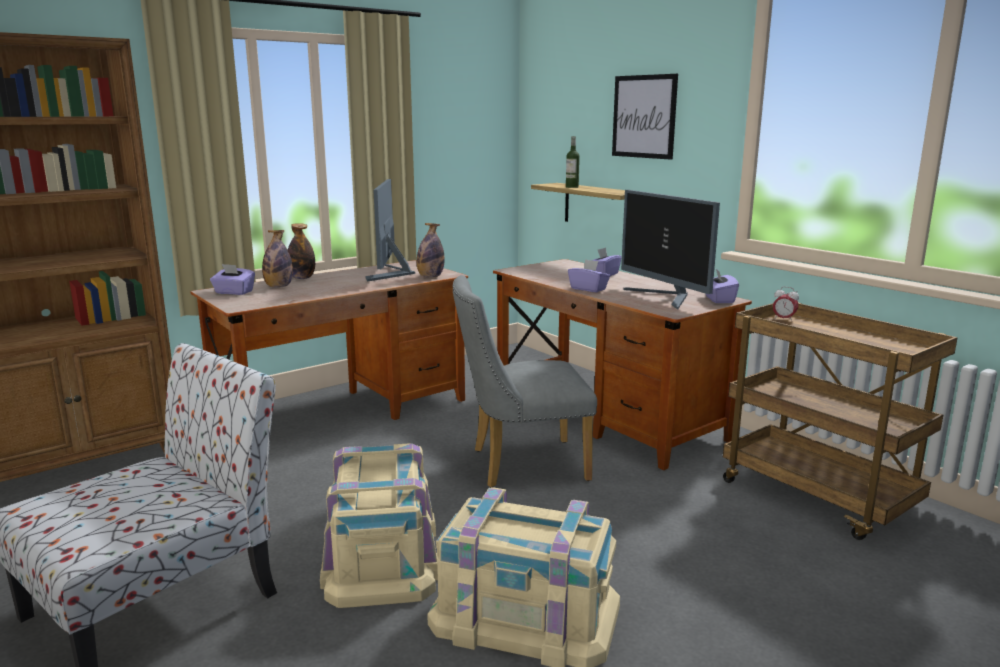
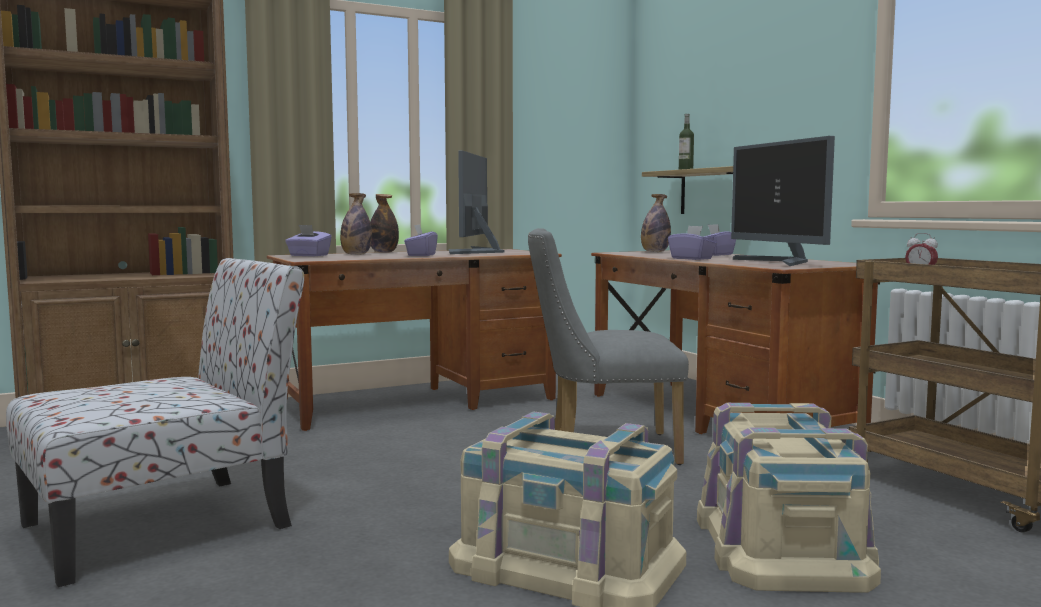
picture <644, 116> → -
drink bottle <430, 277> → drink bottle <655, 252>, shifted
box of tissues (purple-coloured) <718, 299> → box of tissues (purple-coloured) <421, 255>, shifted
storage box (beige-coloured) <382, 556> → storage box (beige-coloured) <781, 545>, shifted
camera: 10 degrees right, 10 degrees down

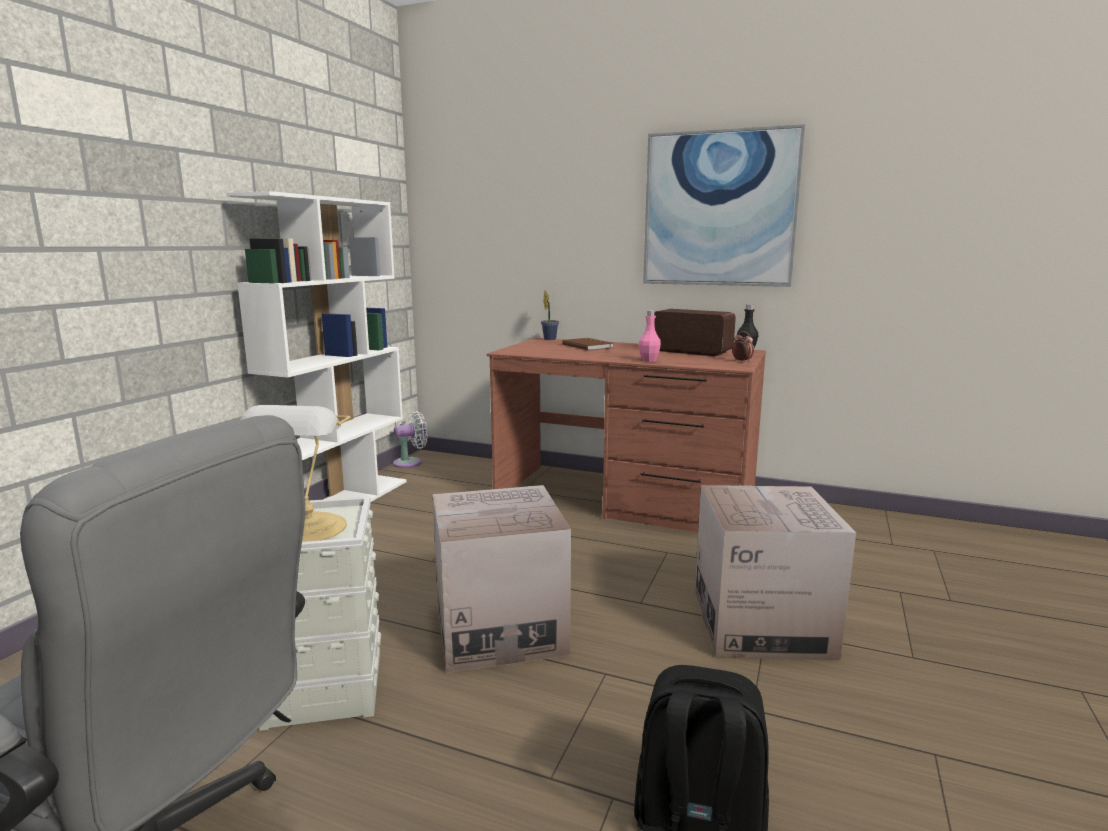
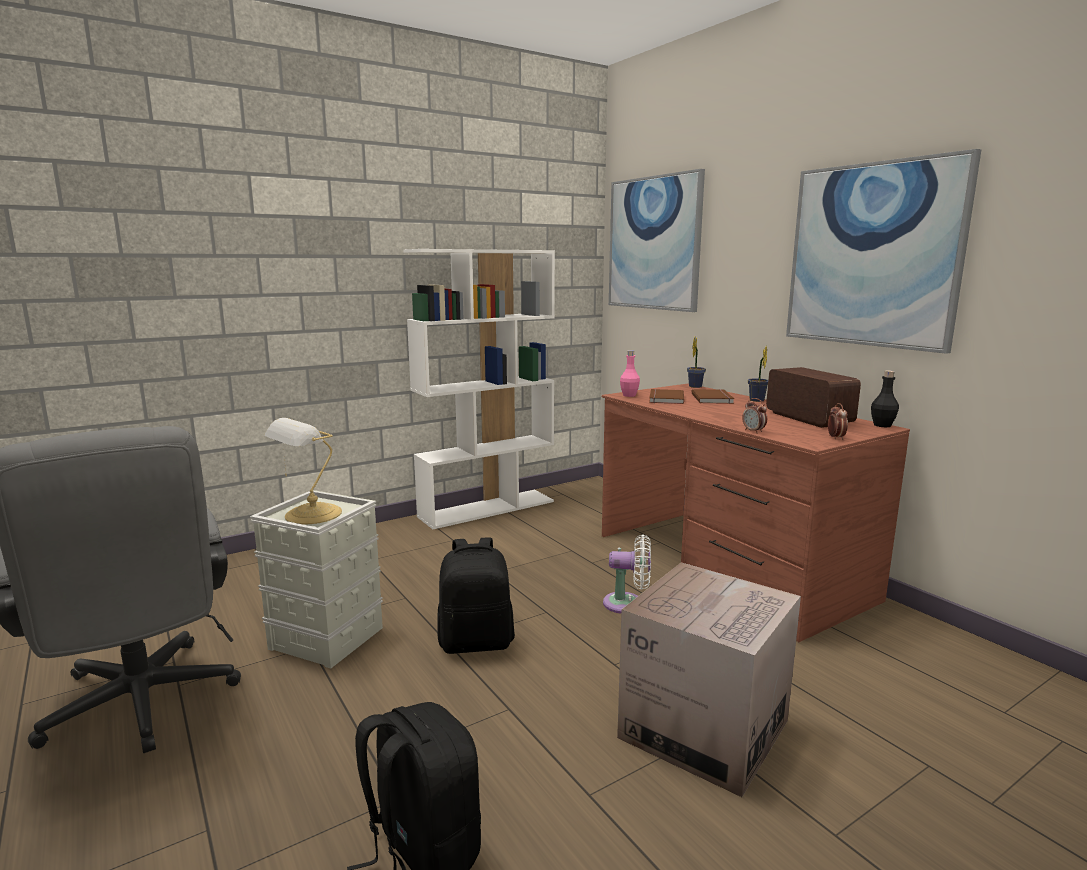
drink bottle (pinkish) <649, 360> → drink bottle (pinkish) <629, 395>, shifted
fan (white) <410, 462> → fan (white) <627, 604>, shifted
carton <500, 629> → rucksack (black-coloured) <476, 642>
- → picture <654, 243>
- → plant in a pot <757, 400>
- → book (brown-coloured) <665, 399>
- → alarm clock <753, 431>
camera: 35 degrees right, 0 degrees up

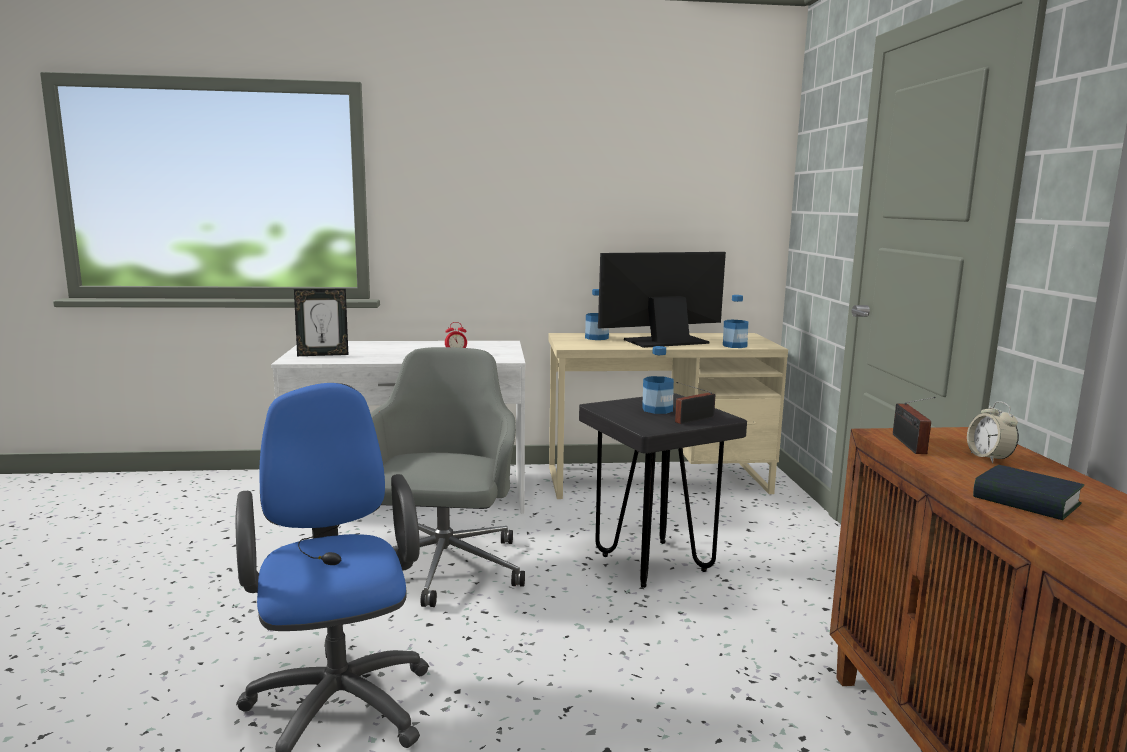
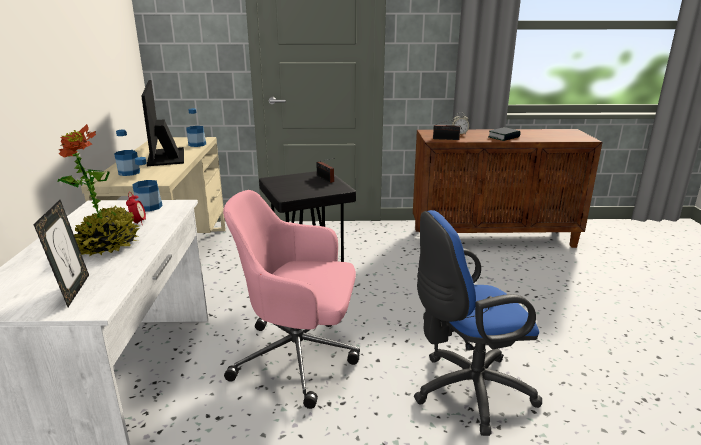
drink bottle <657, 409> → drink bottle <149, 207>, shifted
desk chair (gray) <442, 570> → desk chair (pinkish) <299, 358>
- → plant in a pot <107, 245>
camera: 85 degrees left, 10 degrees up

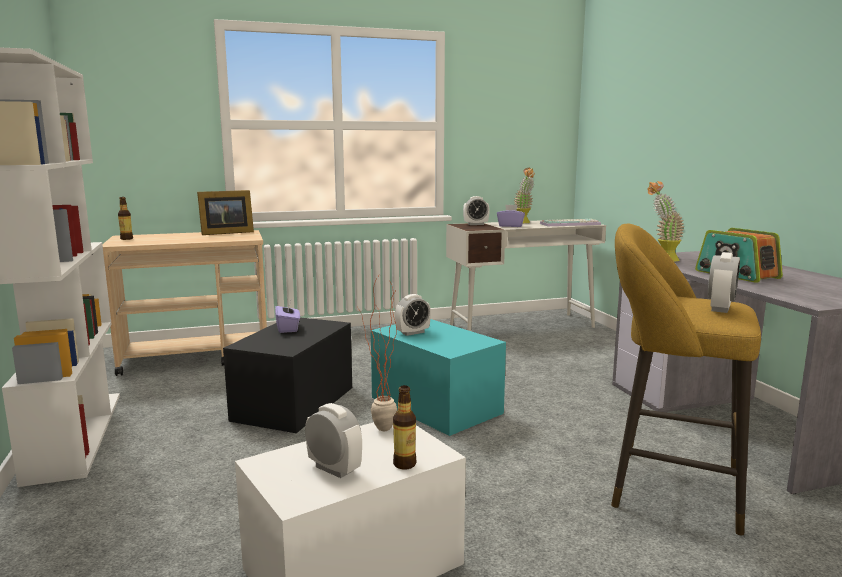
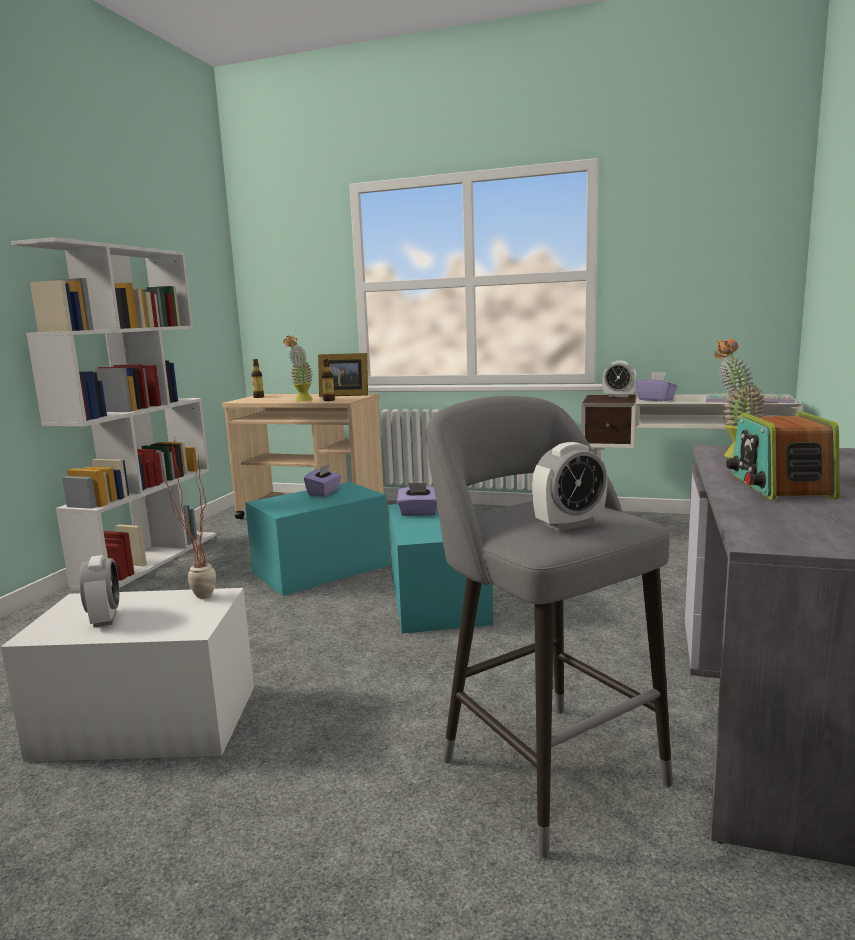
plant in a pot <524, 223> → plant in a pot <301, 400>, shifted
stool (yellow) <666, 487> → stool (gray) <544, 764>
alarm clock <412, 332> → box of tissues (purple-coloured) <419, 513>
storage box (black-coloured) <294, 403> → storage box (blue-green) <322, 568>
drink bottle <404, 464> → drink bottle <329, 400>, shifted
camera: 35 degrees right, 0 degrees up

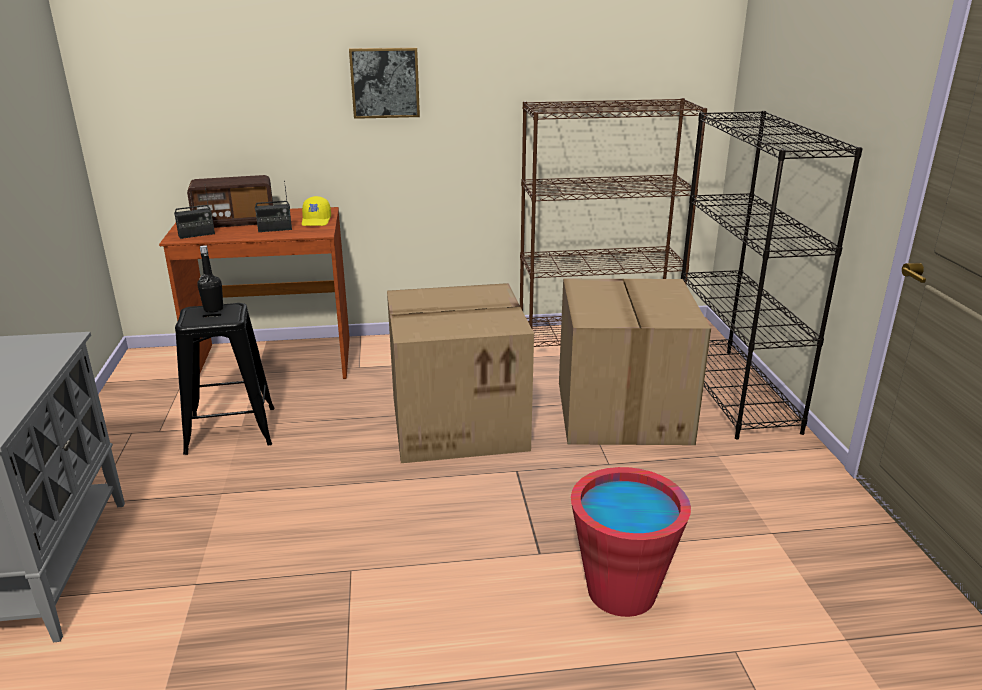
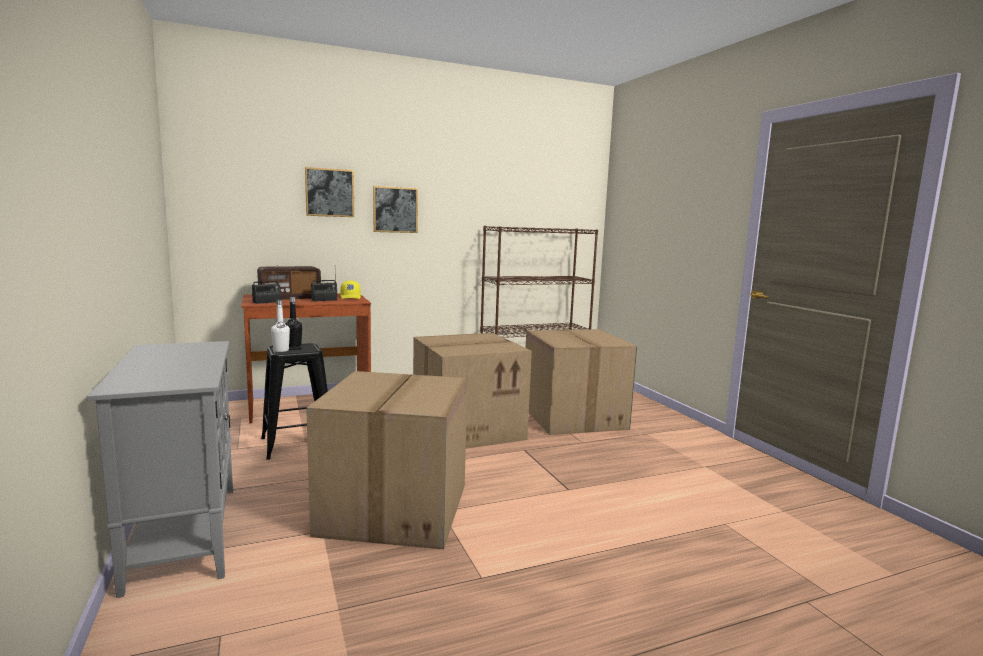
bookshelf (black-coloured) <733, 391> → -
bucket (red) <621, 591> → -
- → picture <329, 192>
- → drink bottle (white) <281, 350>
- → carton <396, 510>
camera: 15 degrees left, 15 degrees down

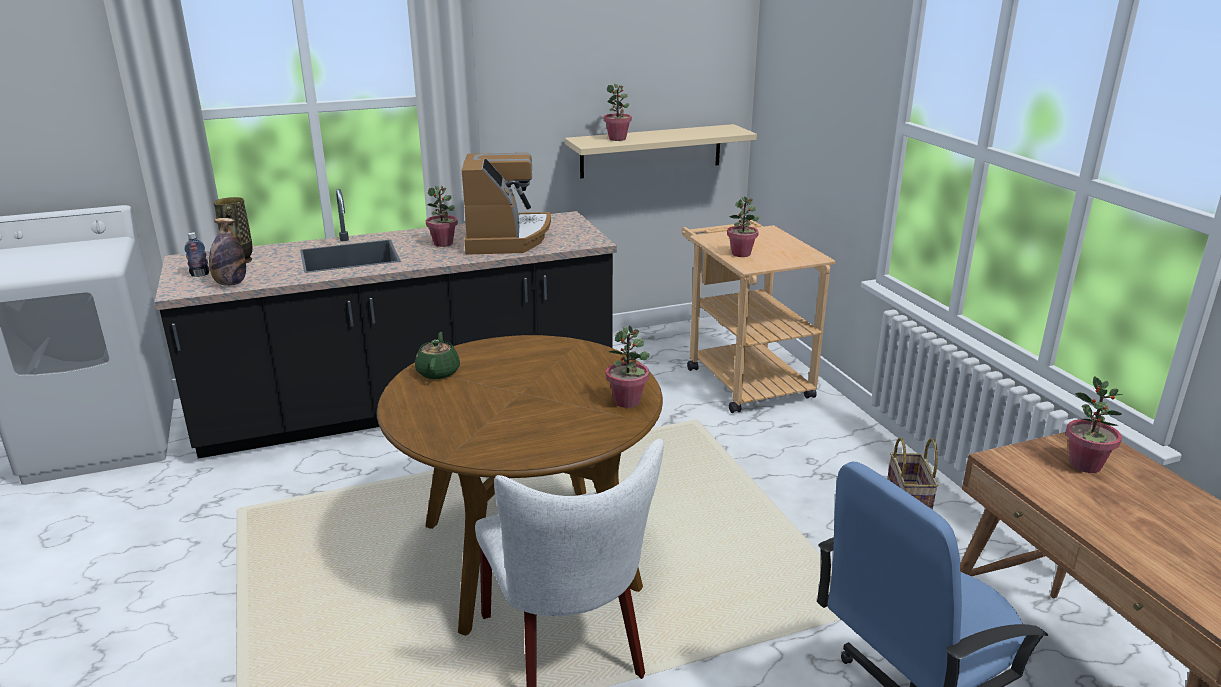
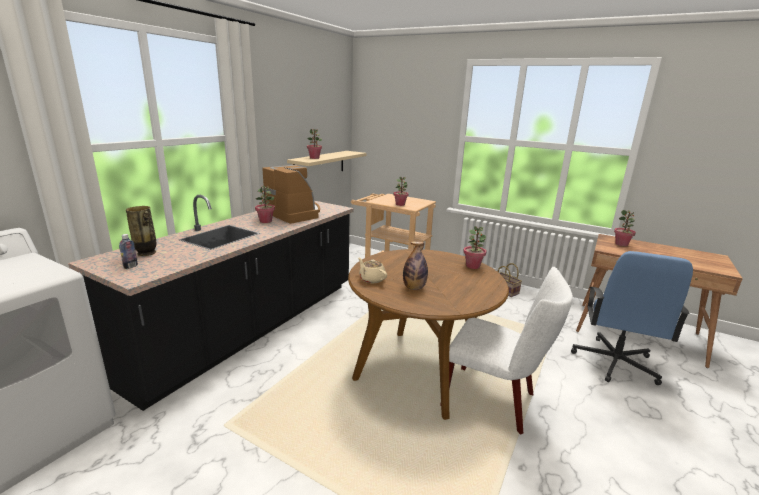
drink bottle <230, 283> → drink bottle <414, 288>, shifted
tea pot (green) <438, 372> → tea pot (beige-coloured) <371, 279>
camera: 40 degrees left, 5 degrees down

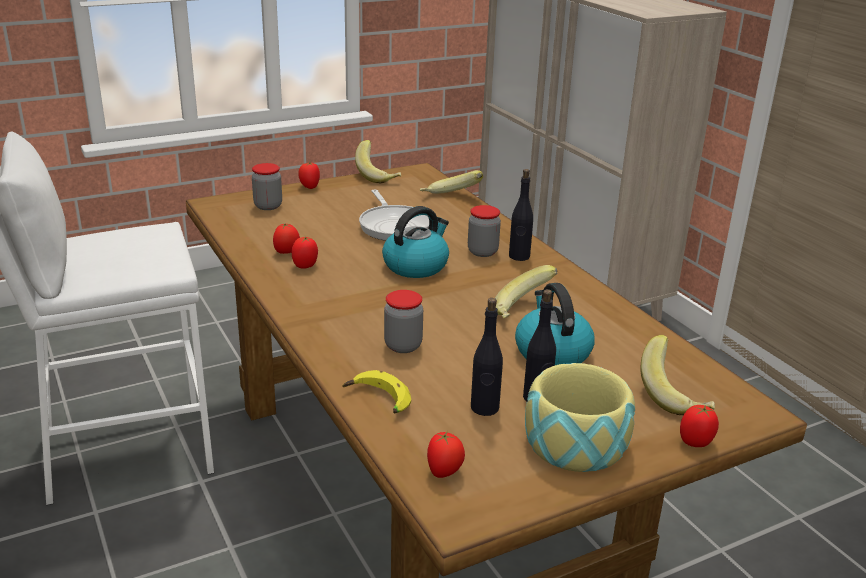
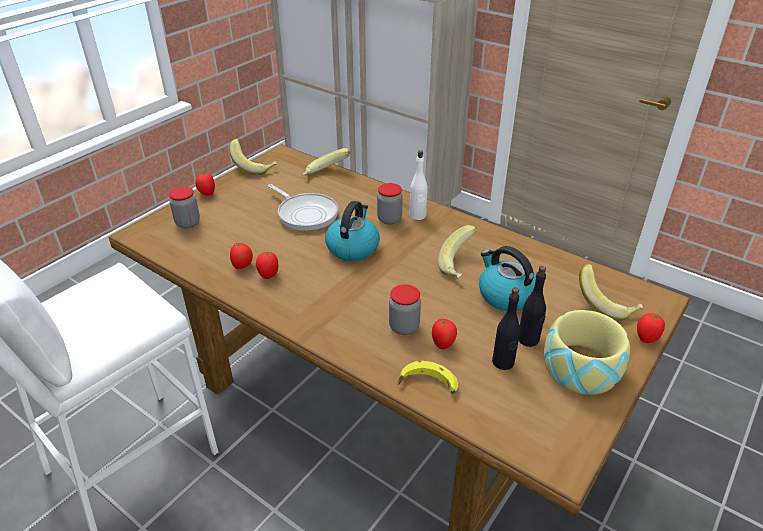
drink bottle (black-coloured) <519, 256> → drink bottle (white) <417, 216>
whole tomato <444, 472> → whole tomato <443, 344>, shifted
camera: 25 degrees left, 10 degrees up

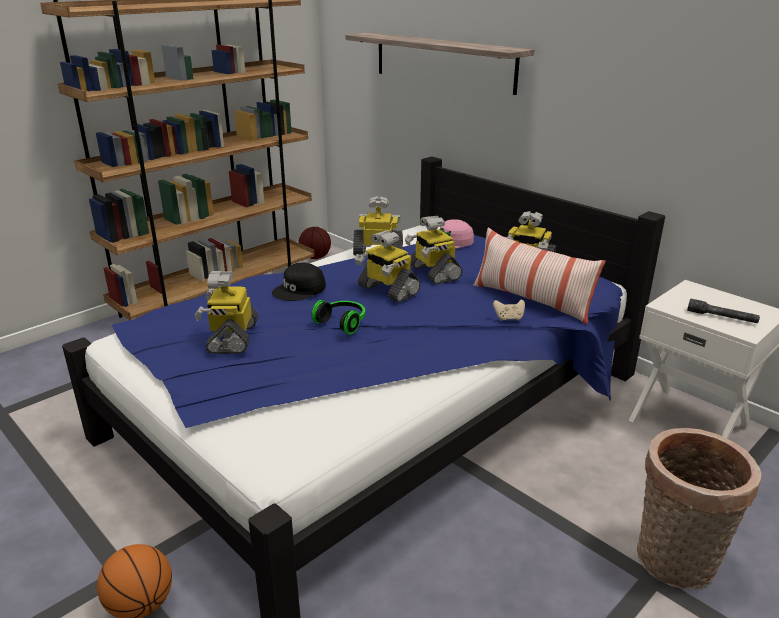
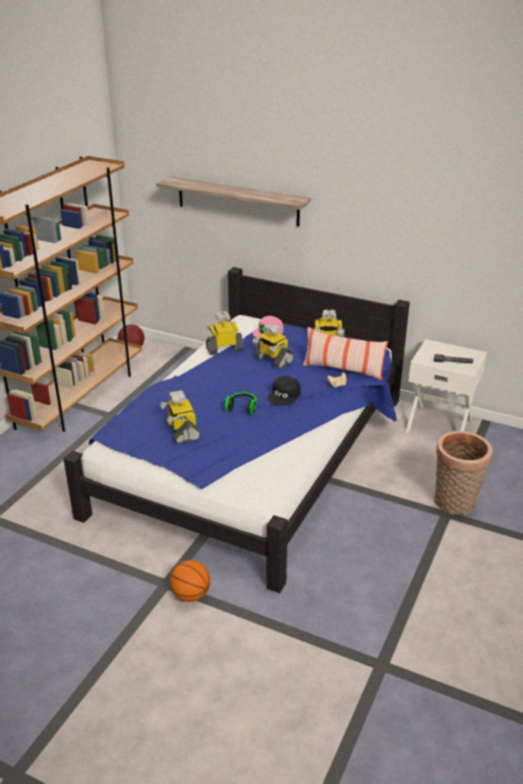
toy robot <387, 290> → -
cap (black-coloured) <300, 290> → cap (black-coloured) <285, 395>, shifted
camera: 20 degrees left, 5 degrees up

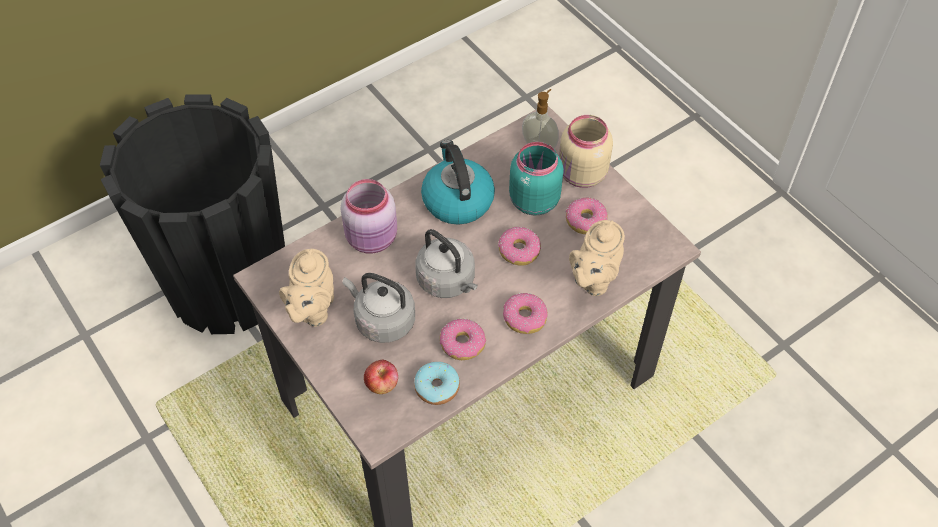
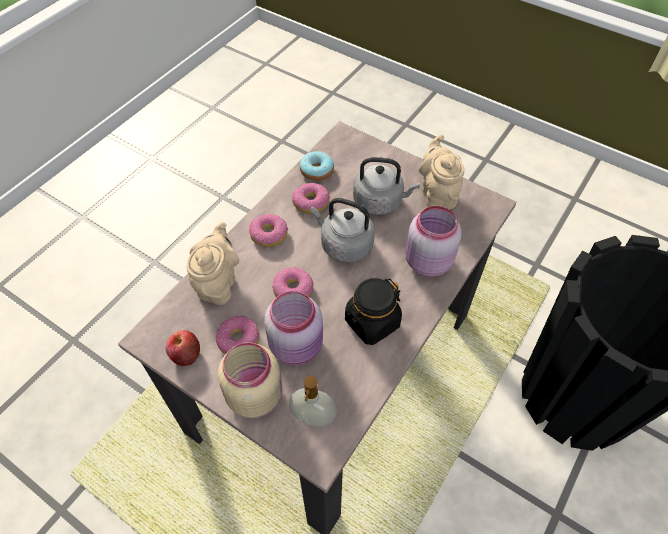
tea kettle <457, 200> → storage jar (black-coloured) <372, 322>
storage jar (blue-green) <532, 201> → storage jar (pinkish) <298, 345>
apple <382, 384> → apple <185, 354>, shifted
camera: 160 degrees right, 0 degrees up

